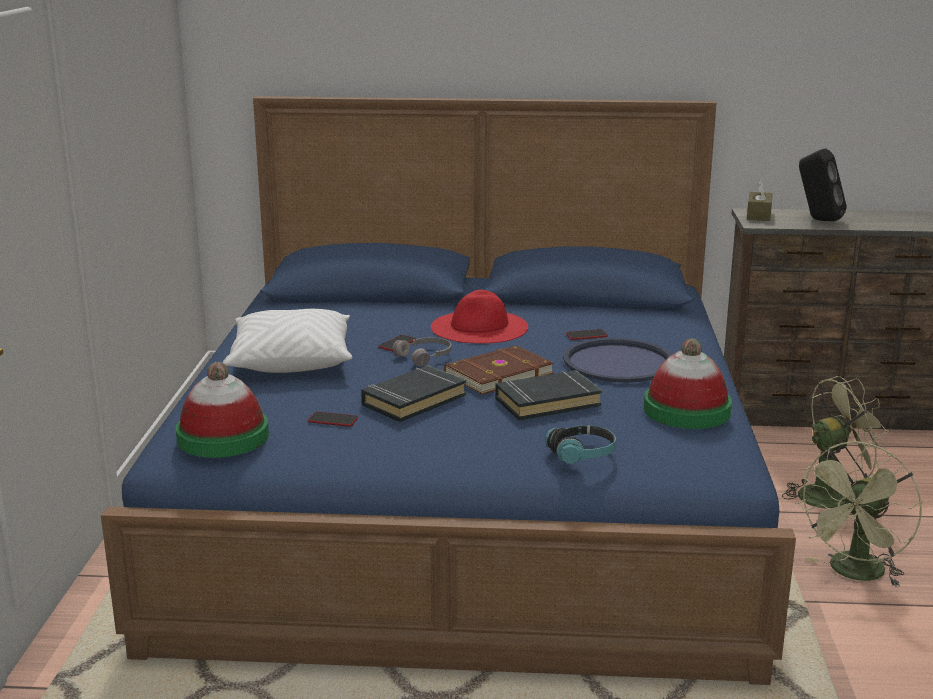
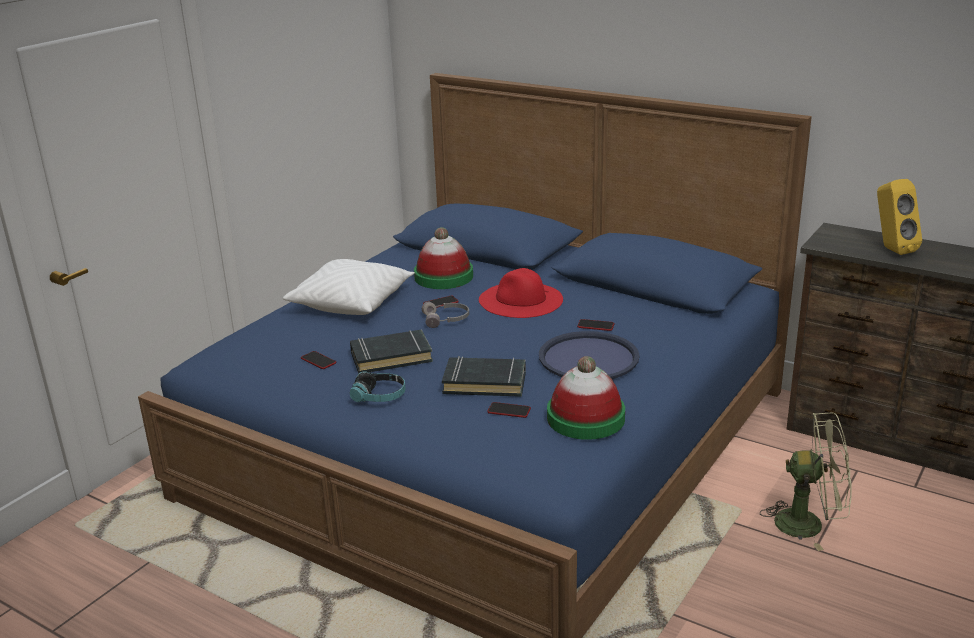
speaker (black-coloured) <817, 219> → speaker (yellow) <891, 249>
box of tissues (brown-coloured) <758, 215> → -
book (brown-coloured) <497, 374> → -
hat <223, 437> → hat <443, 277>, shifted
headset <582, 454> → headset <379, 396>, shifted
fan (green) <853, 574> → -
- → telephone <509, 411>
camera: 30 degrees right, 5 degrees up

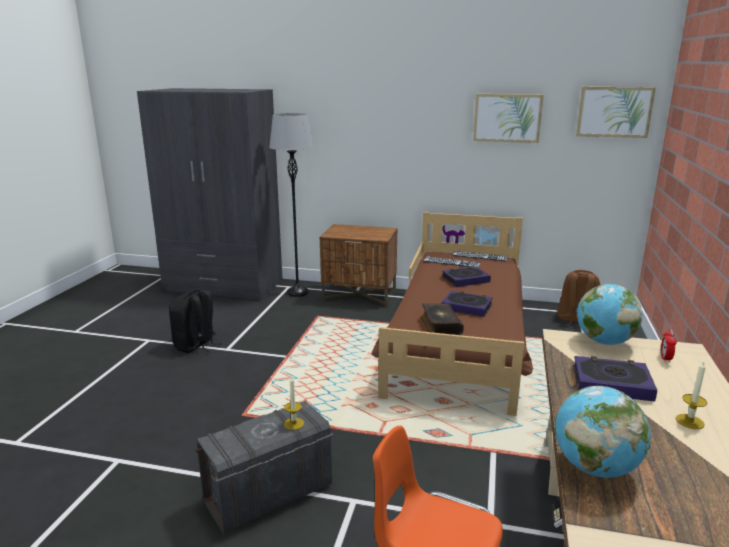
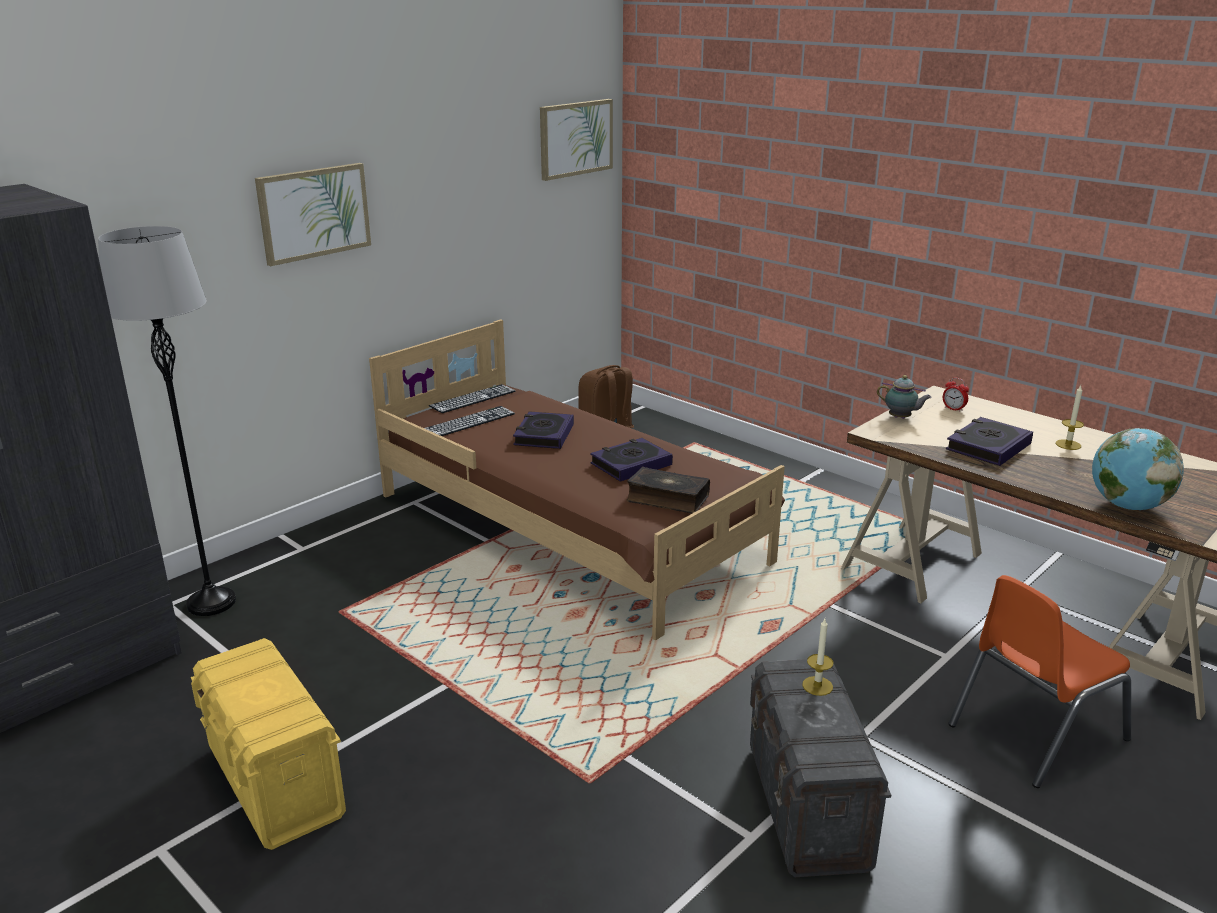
picture <507, 118> → picture <314, 212>, shifted
nightstand (brown-coloured) <360, 295> → -
world globe <604, 342> → tea pot <901, 418>
rucksack (black-coloured) <196, 345> → storage box (yellow) <275, 782>
camera: 60 degrees left, 5 degrees up

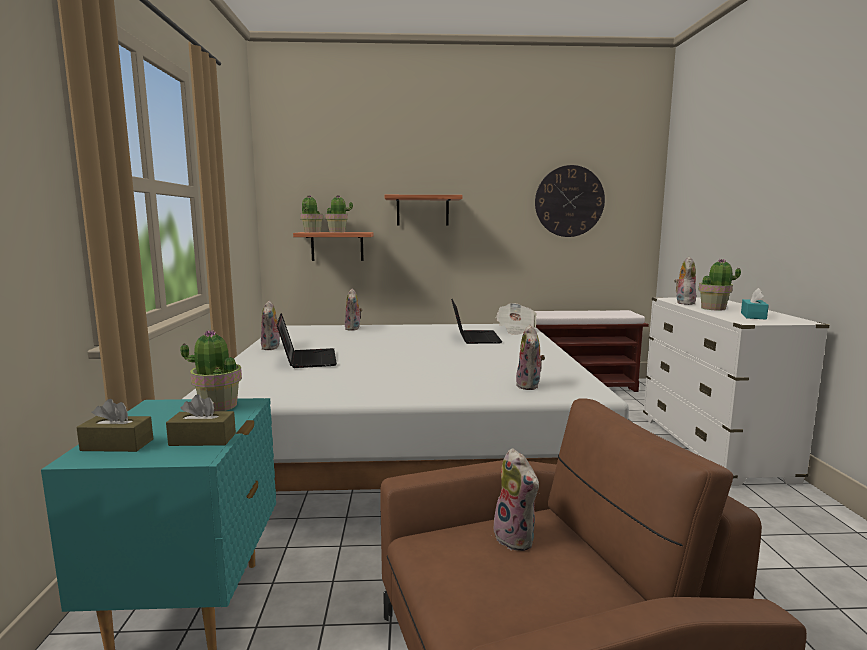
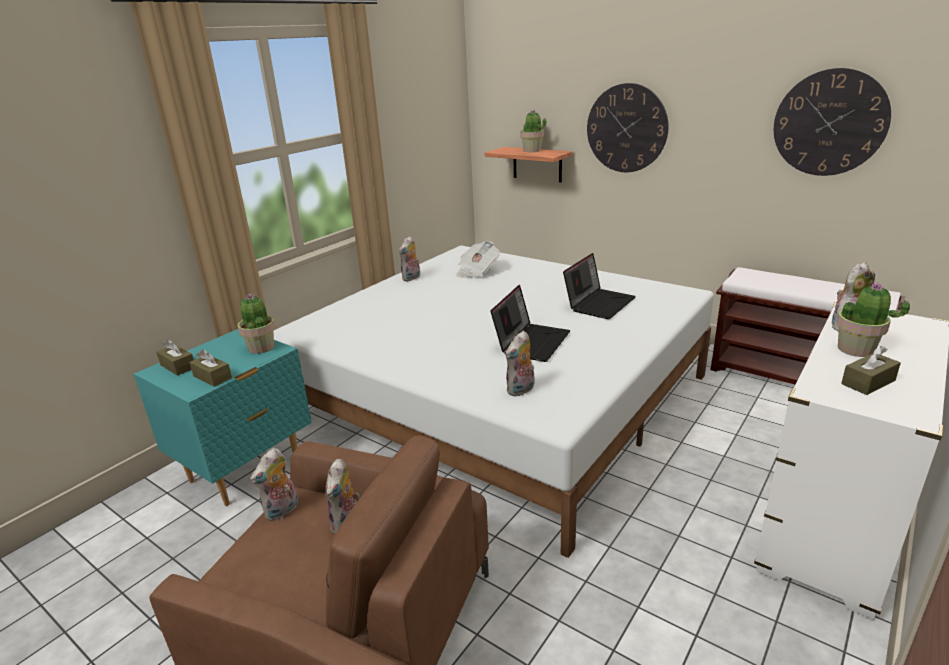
plant in a pot <312, 232> → -
wall shelf <422, 210> → wall clock <626, 128>
box of tissues (blue-green) <753, 316> → box of tissues (brown-coloured) <868, 382>
soft toy <353, 328> → soft toy <282, 511>, shifted
newspaper <516, 330> → newspaper <476, 272>, shifted
portable computer <307, 359> → portable computer <531, 342>, shifted
camera: 40 degrees right, 15 degrees up

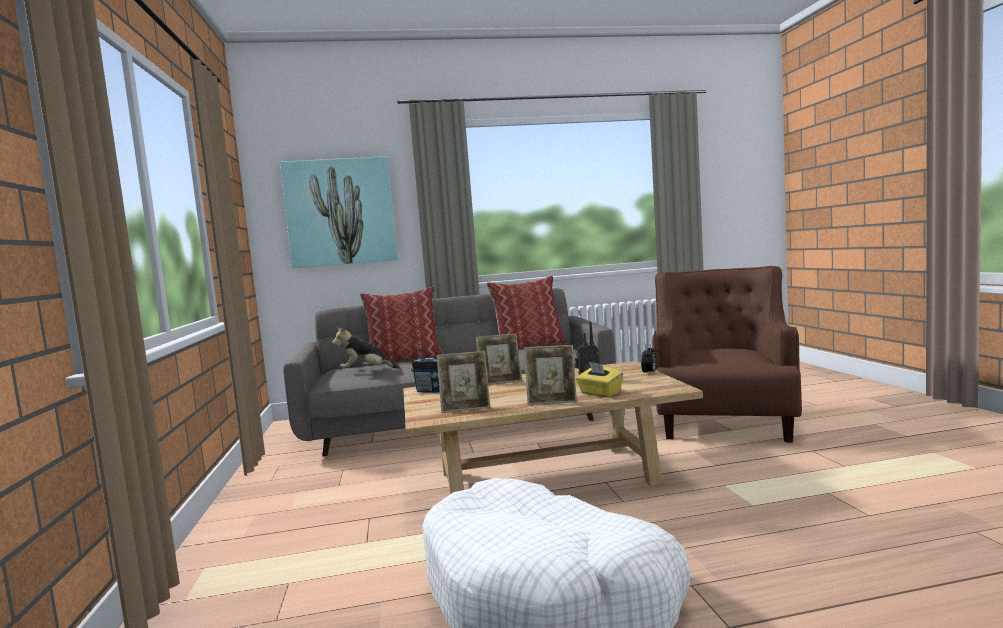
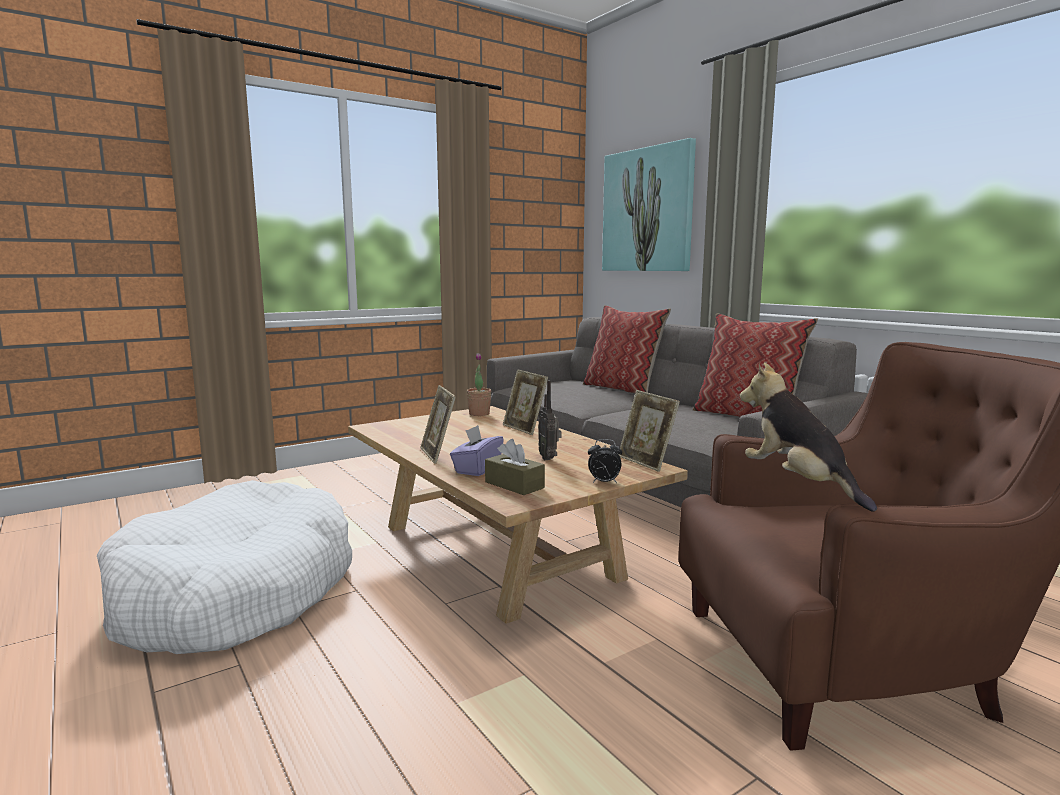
soft toy <366, 371> → soft toy <798, 484>, shifted
radio receiver <430, 391> → plant in a pot <479, 414>
photo frame <465, 408> → photo frame <646, 462>, shifted
box of tissues (yellow) <600, 393> → box of tissues (purple-coloured) <477, 469>
- → box of tissues (brown-coloured) <514, 485>
camera: 65 degrees right, 5 degrees up

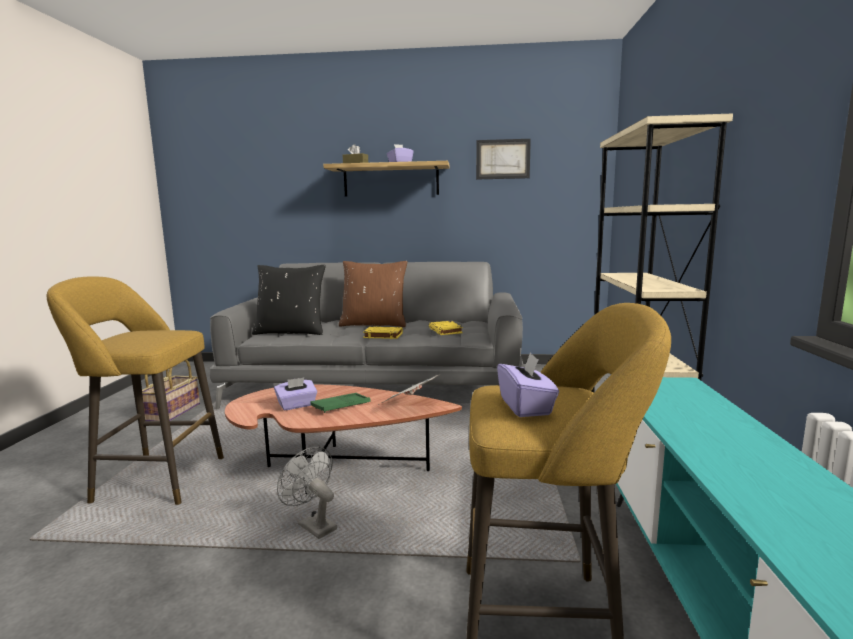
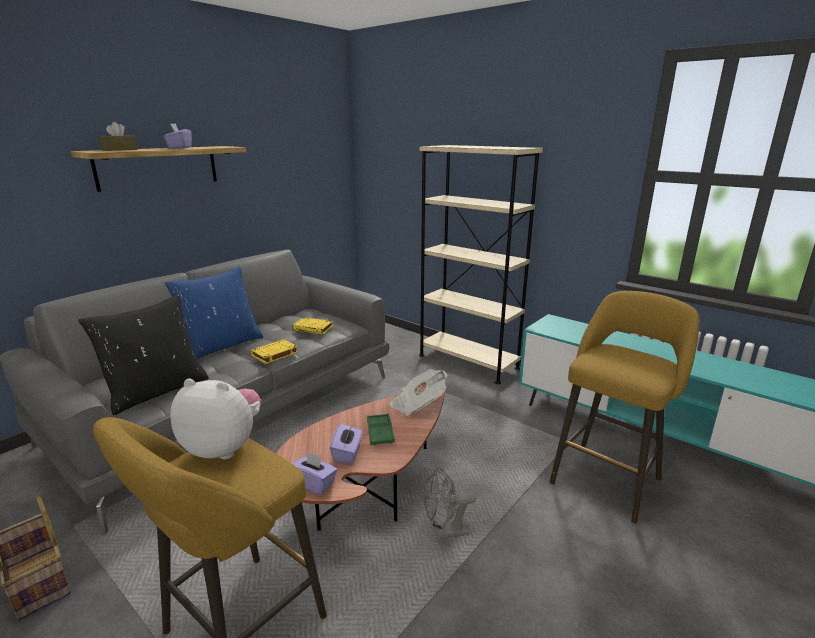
picture <503, 159> → -
throw pillow (brown-coloured) <374, 324> → throw pillow (blue) <222, 345>
box of tissues (purple-coloured) <526, 406> → box of tissues (purple-coloured) <314, 484>, shifted
- → soft toy <224, 447>
camera: 55 degrees left, 10 degrees up

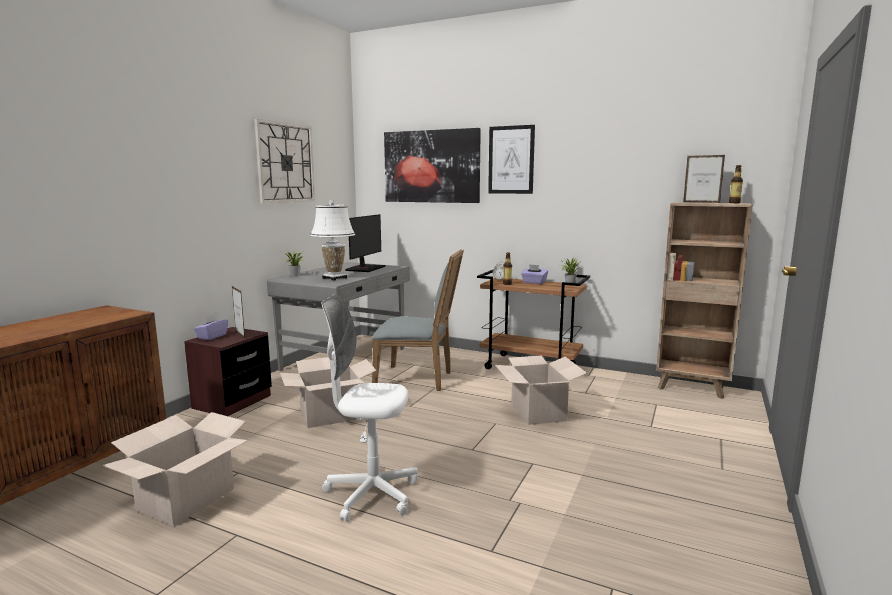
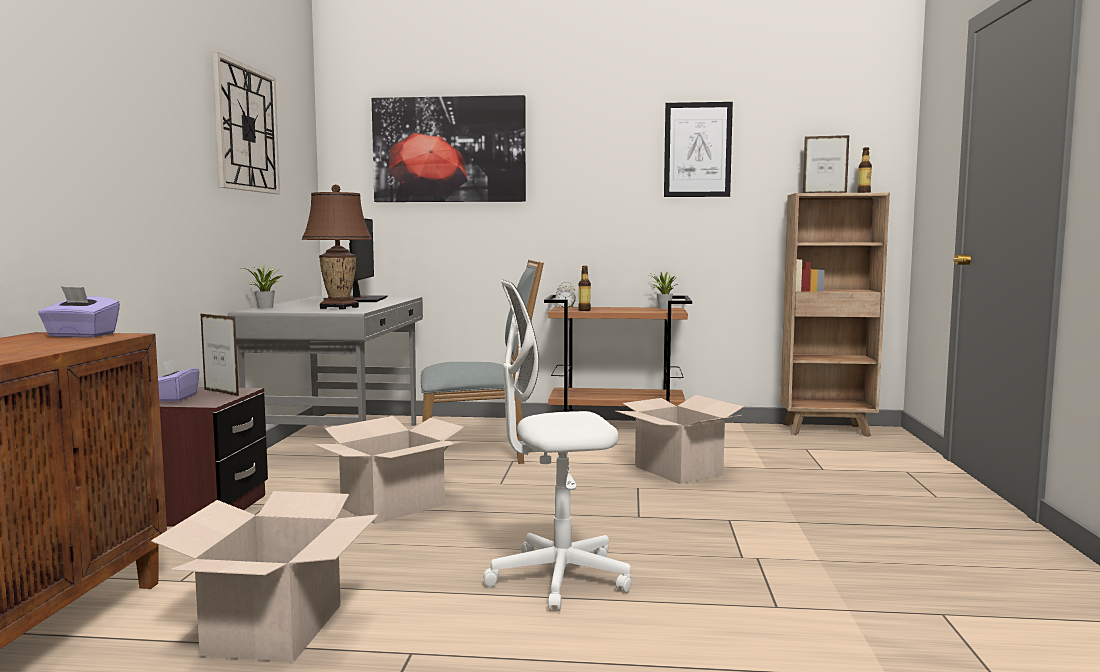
picture <511, 160> → picture <697, 150>, shifted
table lamp (white) <335, 278> → table lamp (brown-coloured) <339, 308>
box of tissues (purple-coloured) <534, 282> → box of tissues (purple-coloured) <81, 335>, shifted
camera: 20 degrees left, 5 degrees down

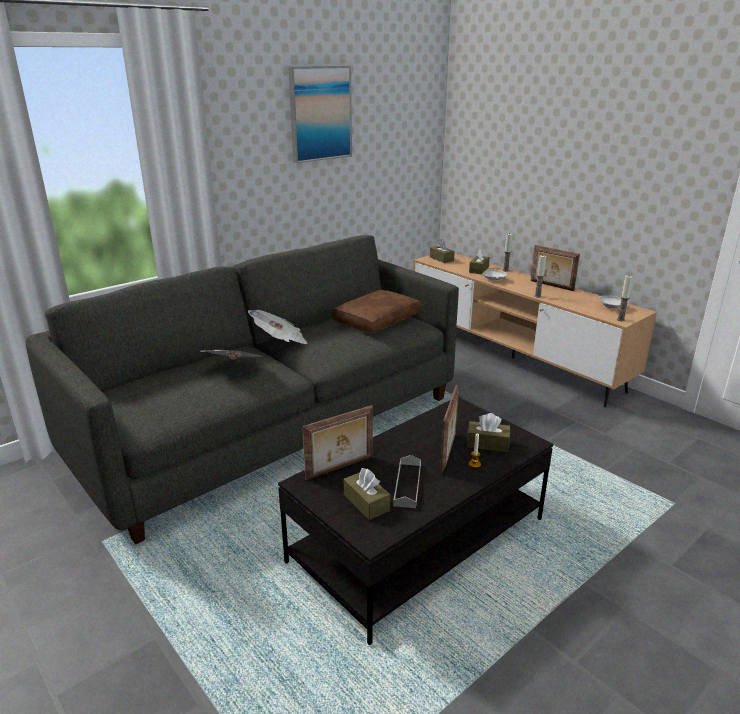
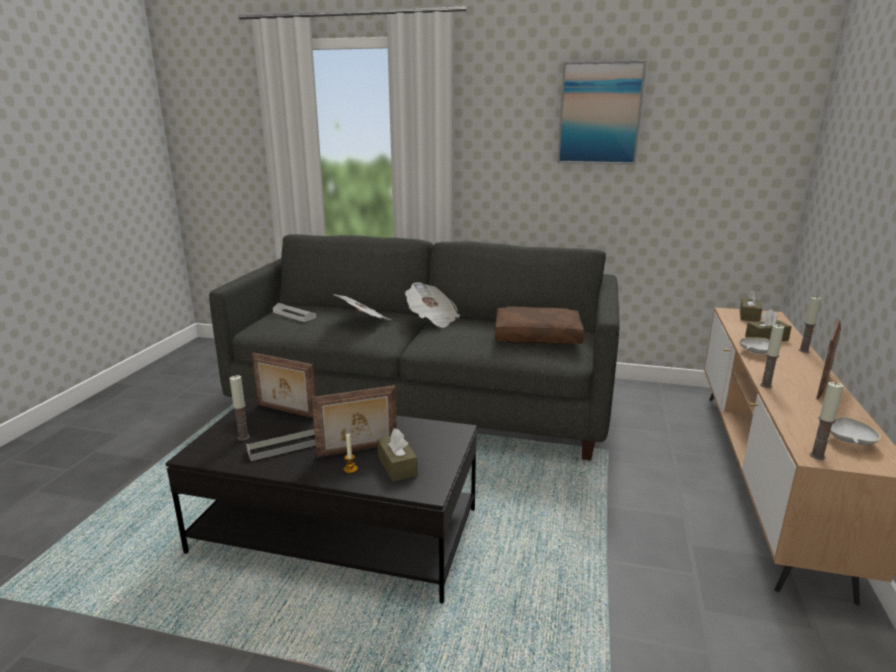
photo frame <551, 286> → photo frame <823, 385>, 150 degrees counterclockwise
box of tissues (brown-coloured) <366, 502> → candle <243, 437>
- → tray (white) <294, 315>
camera: 55 degrees right, 5 degrees down

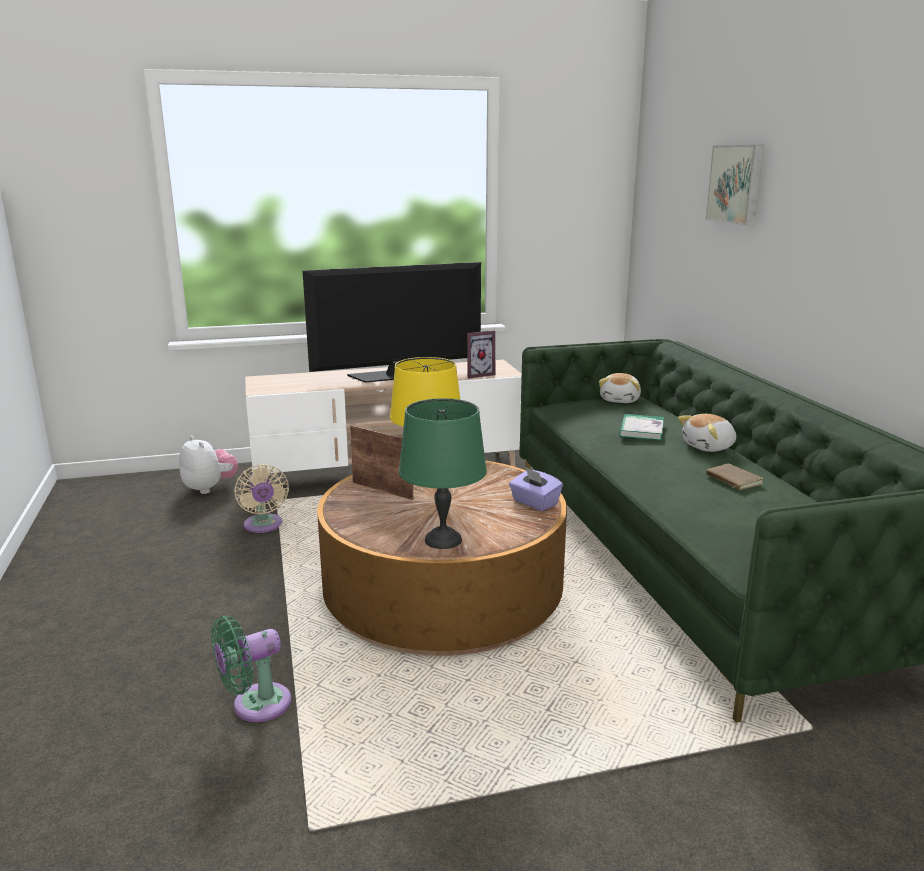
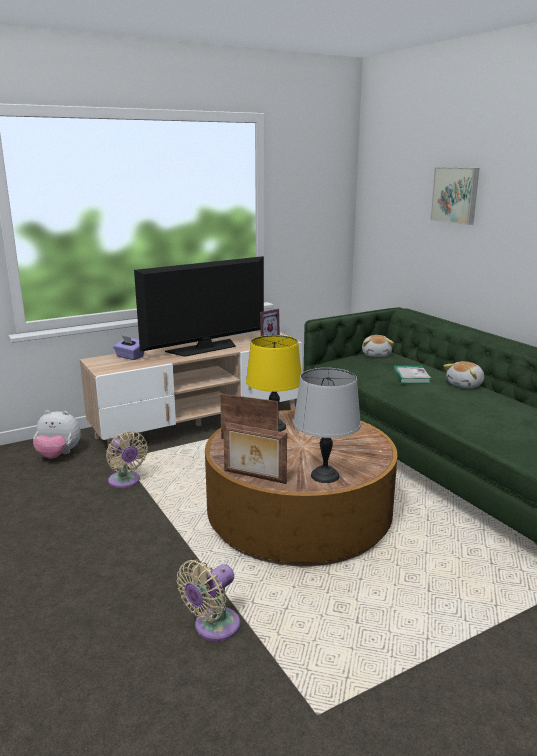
table lamp (green) <442, 540> → table lamp (gray) <324, 476>
soft toy <210, 488> → soft toy <58, 455>, 150 degrees clockwise
book (brown-coloured) <732, 480> → -
box of tissues (purple-coloured) <534, 503> → box of tissues (purple-coloured) <130, 357>, shifted
fan (green) <255, 705> → fan (beige-coloured) <213, 627>
- → photo frame <254, 477>
camera: 15 degrees left, 0 degrees up

